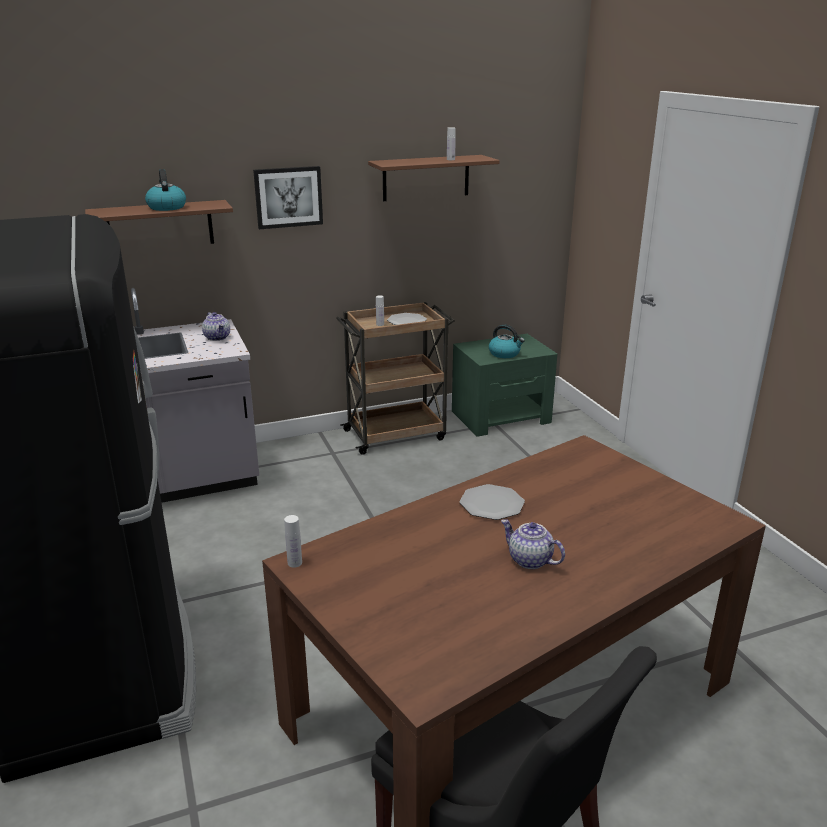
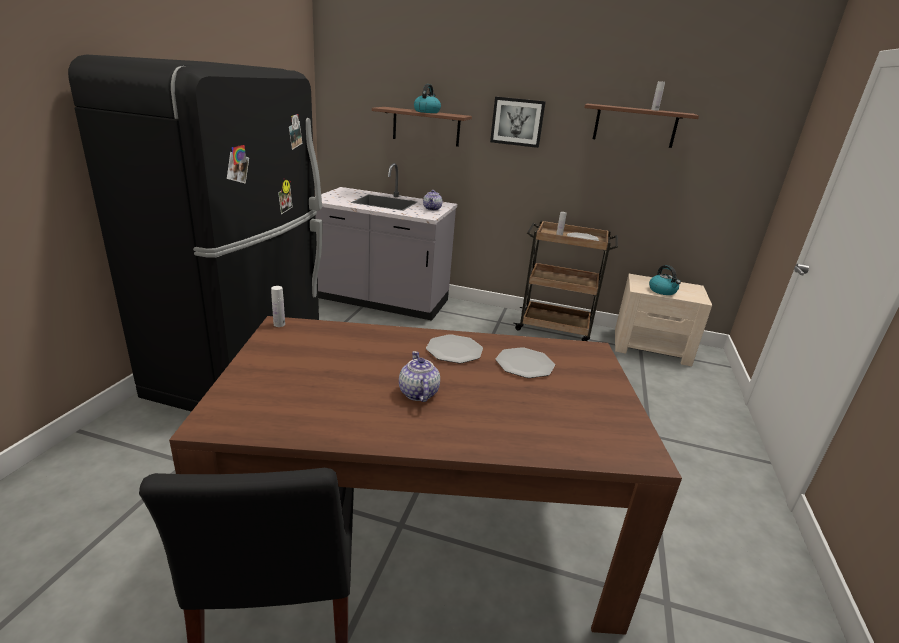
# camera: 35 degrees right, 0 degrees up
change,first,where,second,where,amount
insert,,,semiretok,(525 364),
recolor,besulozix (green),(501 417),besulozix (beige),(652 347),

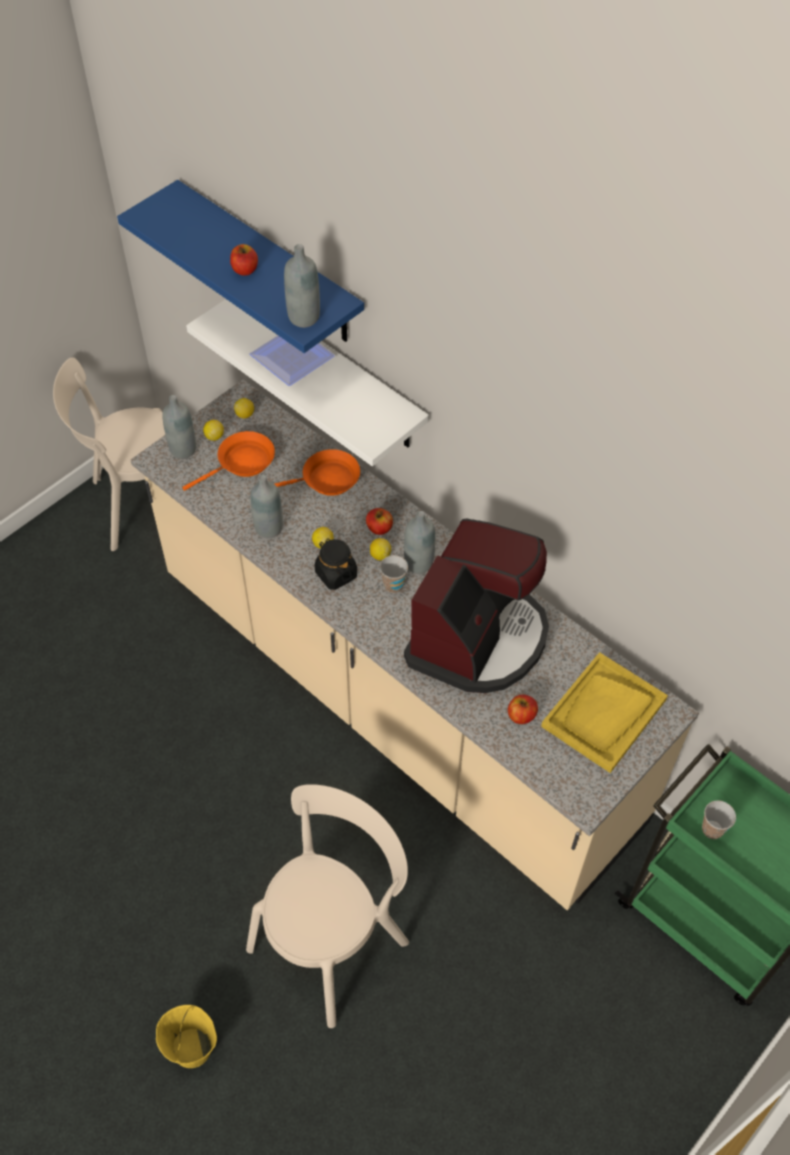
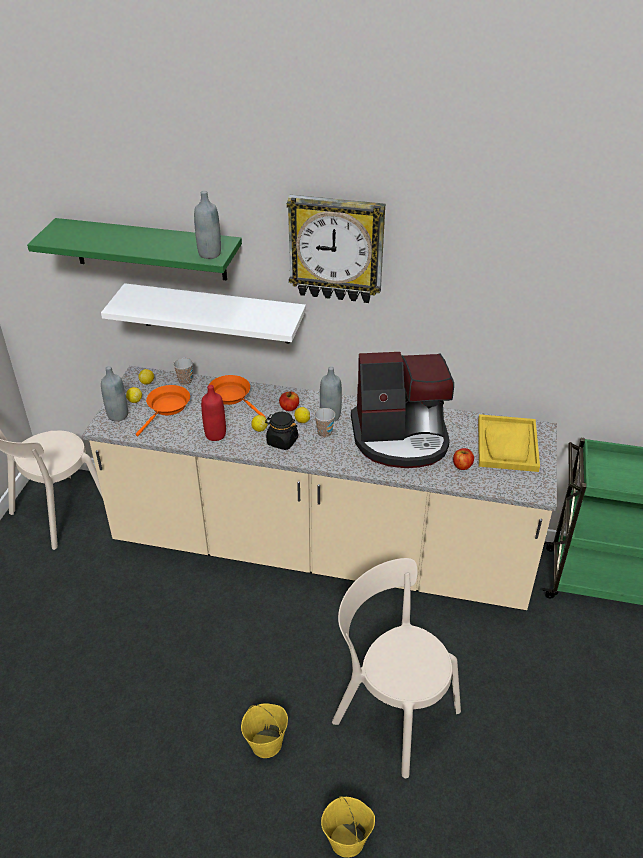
# camera: 30 degrees left, 15 degrees down
change,first,where,second,where,amount
delete,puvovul,(245 270),,,
delete,semiretok,(295 358),,,
insert,,,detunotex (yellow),(266 743),
insert,,,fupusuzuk,(336 249),
move,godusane,(712 829),,(185 381),
recolor,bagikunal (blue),(269 264),bagikunal (green),(149 249),
recolor,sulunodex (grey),(269 528),sulunodex (red),(215 435),
rotate,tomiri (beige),(333 939),,(391 712),60 degrees counterclockwise
rotate,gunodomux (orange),(326 480),,(232 396),90 degrees counterclockwise
rotate,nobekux,(478 638),,(401 438),90 degrees clockwise

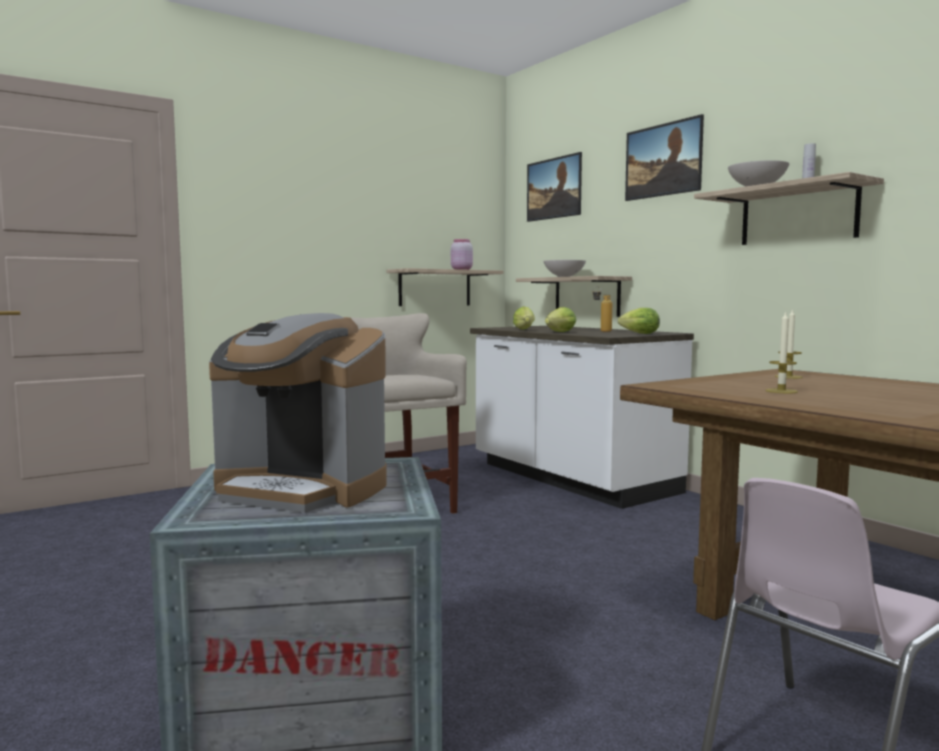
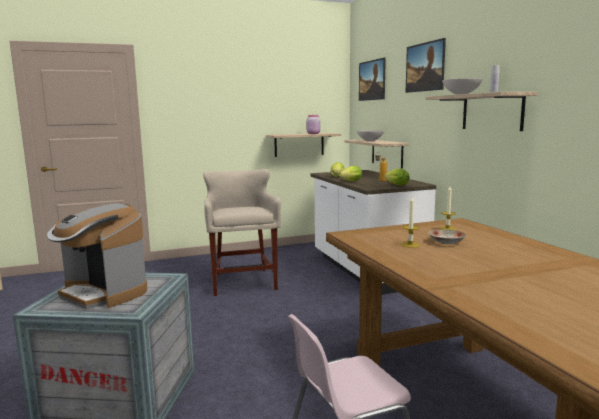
# camera: 15 degrees right, 5 degrees up
change,first,where,second,where,amount
insert,,,semiretok,(446 242),

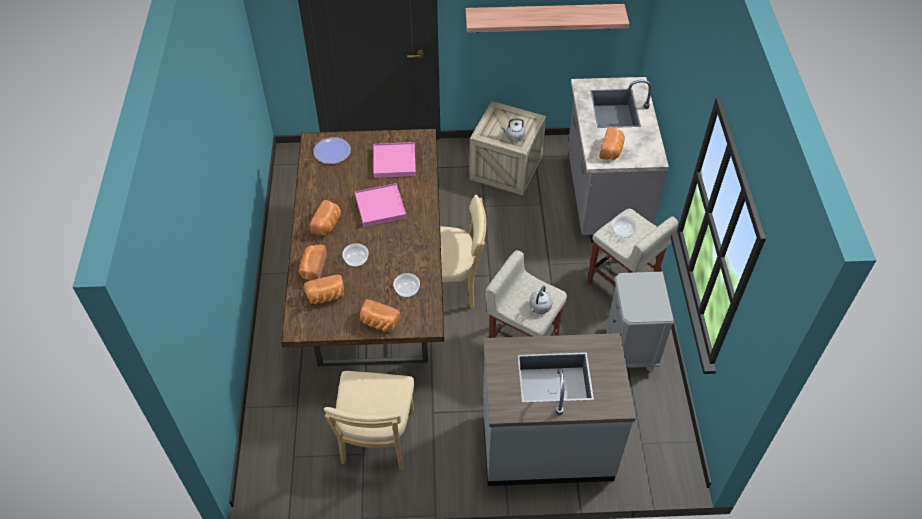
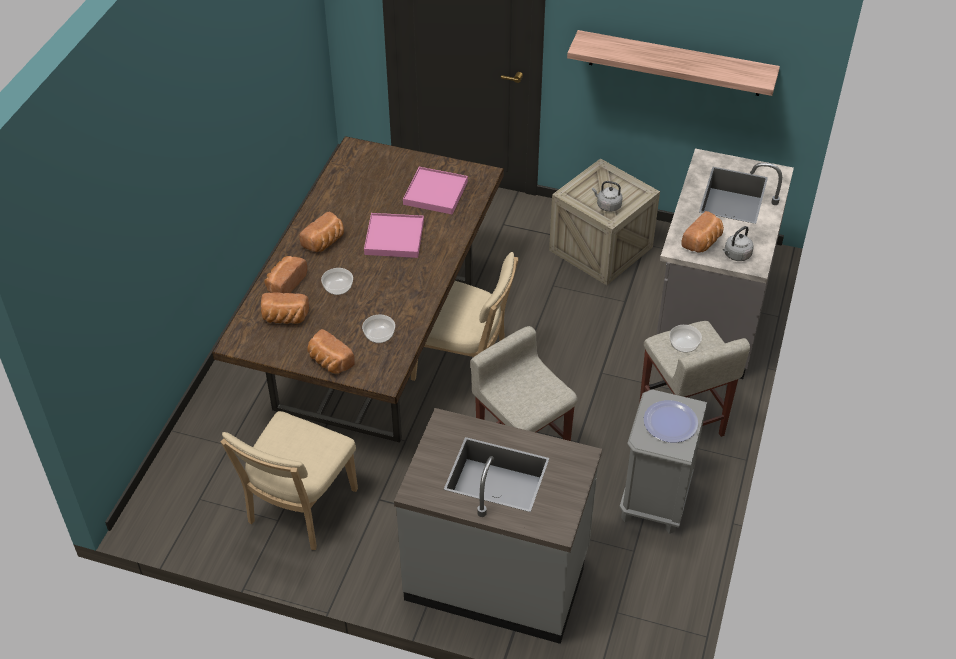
# camera: 20 degrees right, 5 degrees down
change,first,where,second,where,amount
move,semiretok,(332 151),,(670 422),
move,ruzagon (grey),(539 308),,(736 255),

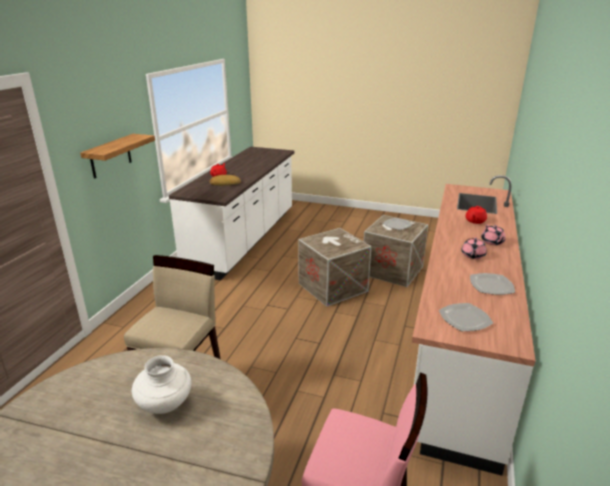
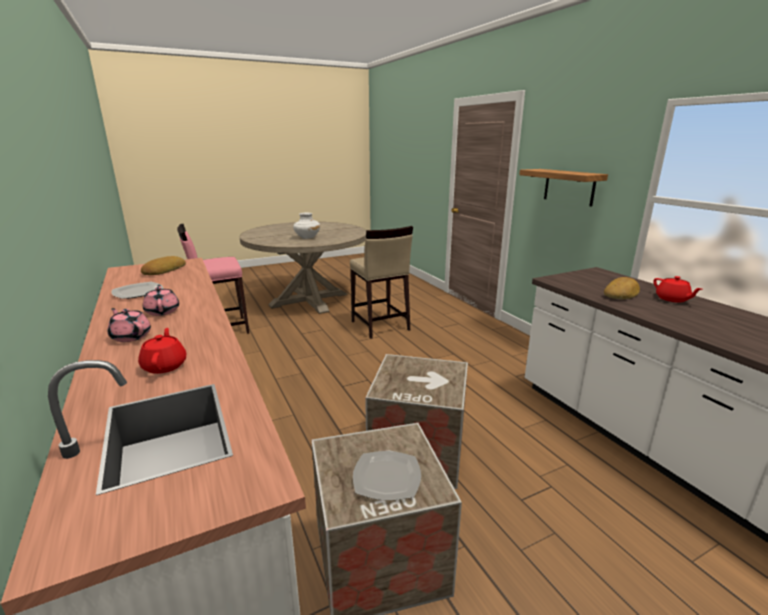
# camera: 135 degrees right, 5 degrees down
change,first,where,second,where,amount
replace,semiretok,(465 319),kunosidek,(163 270),

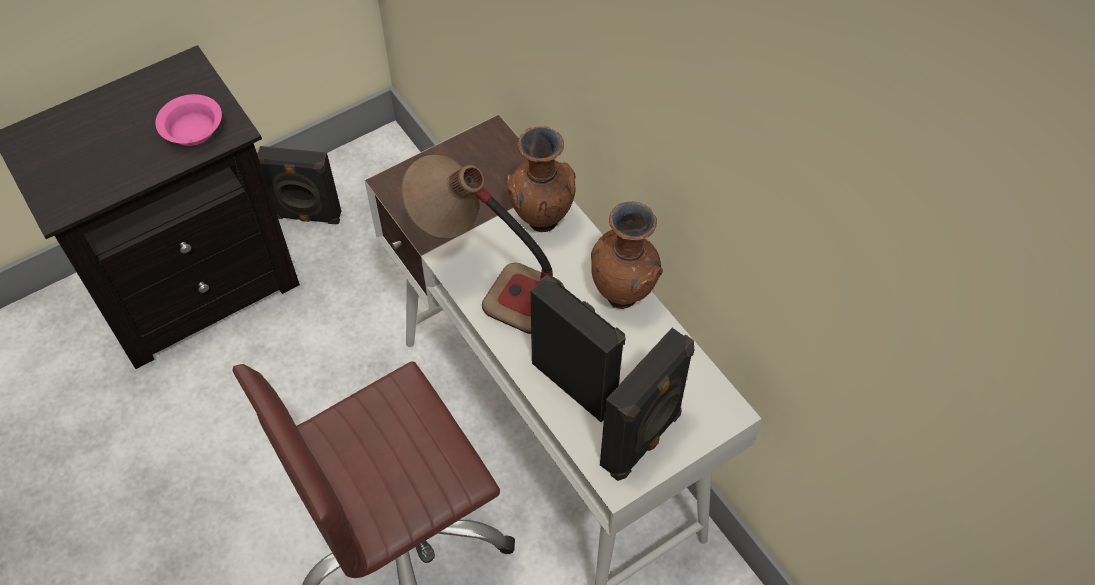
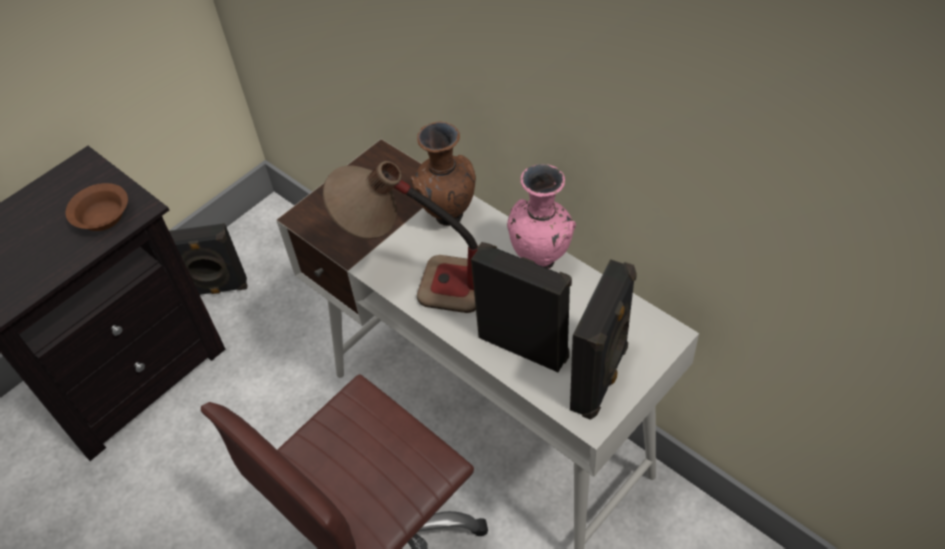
# camera: 10 degrees left, 5 degrees down
change,first,where,second,where,amount
recolor,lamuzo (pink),(195 130),lamuzo (brown),(104 216),
recolor,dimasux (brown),(624 297),dimasux (pink),(542 261),

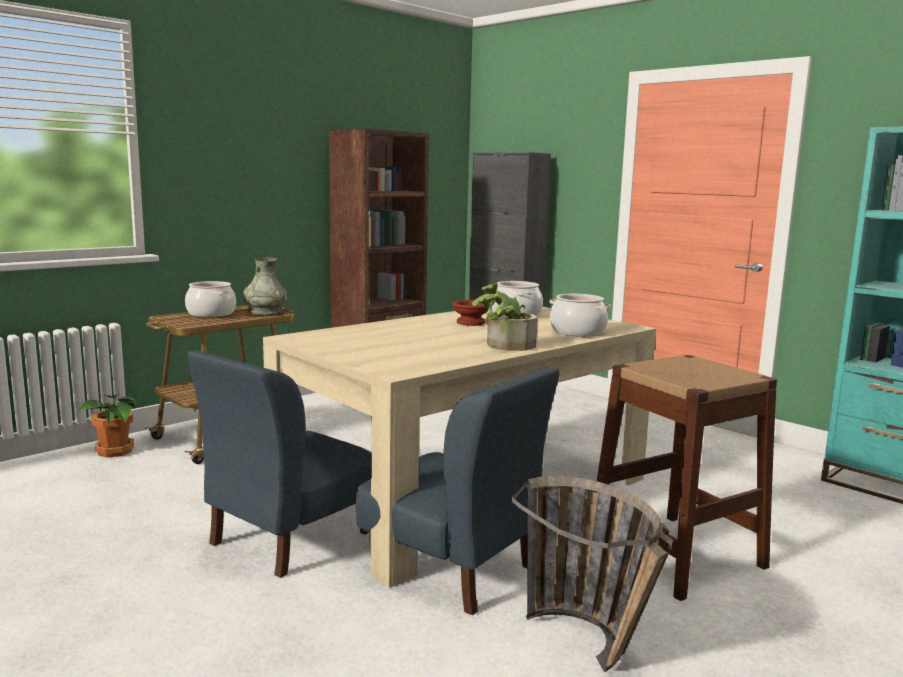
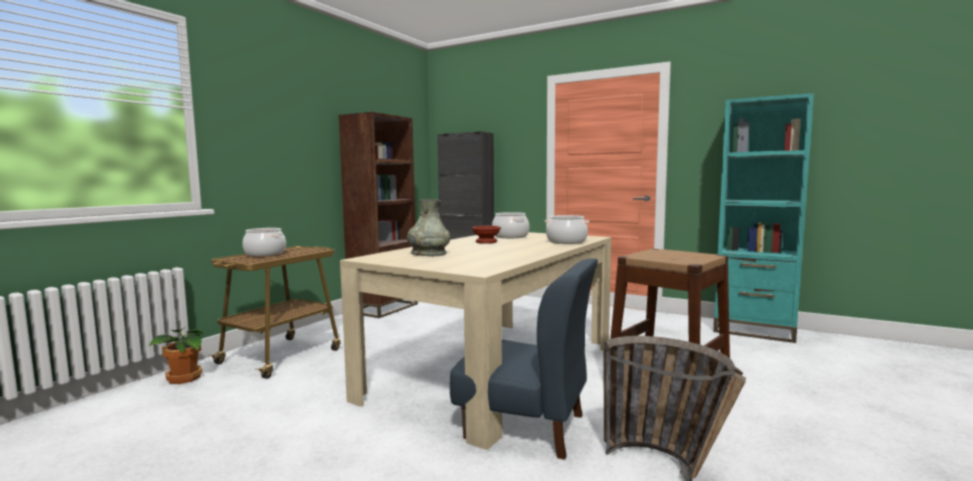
# camera: 15 degrees left, 5 degrees down
change,first,where,second,where,amount
delete,tomiri (blue),(289 538),,,
delete,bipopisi,(503 345),,,
move,dimasux (grey),(265 312),,(428 254),

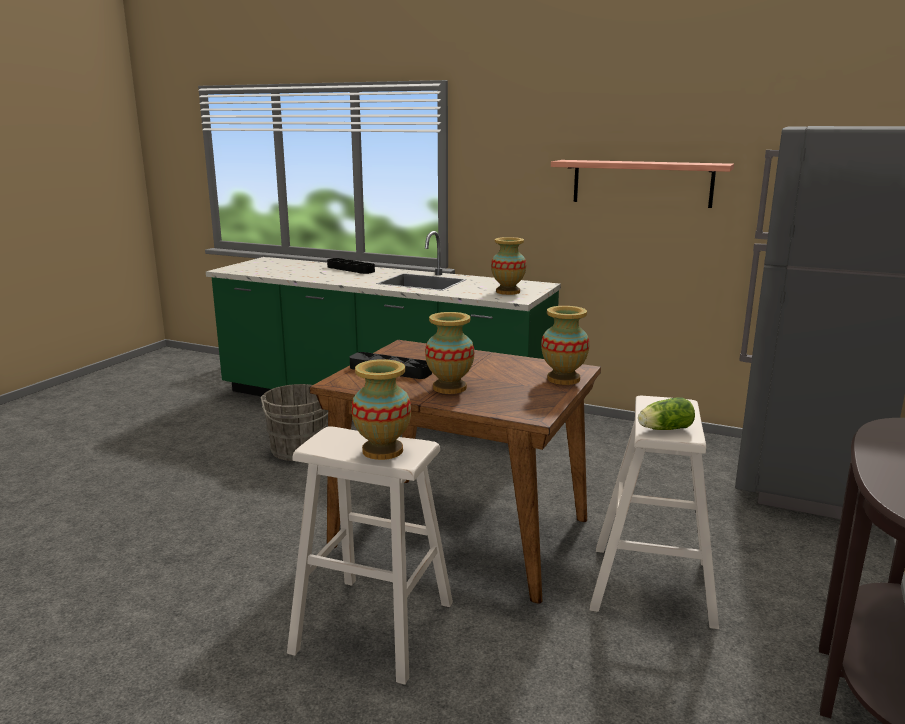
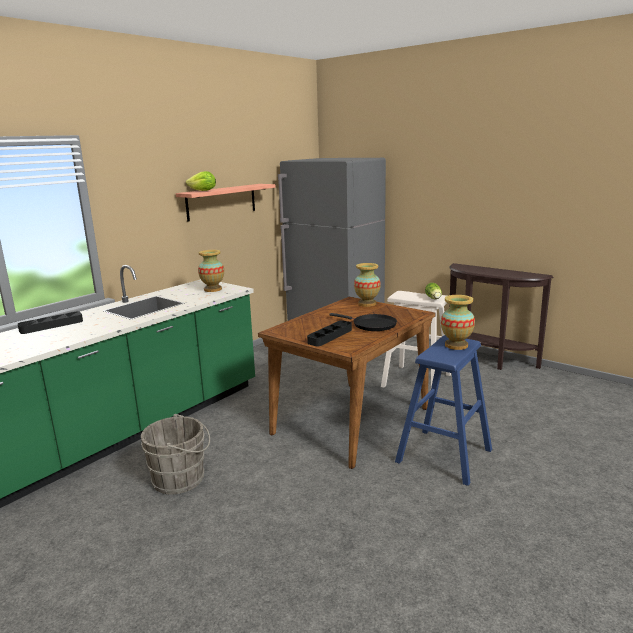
# camera: 75 degrees left, 0 degrees up
change,first,where,second,where,amount
insert,,,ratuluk,(203 191),
replace,dimasux,(449 388),gunodomux (black),(371 325),
recolor,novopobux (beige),(373 626),novopobux (blue),(444 456),

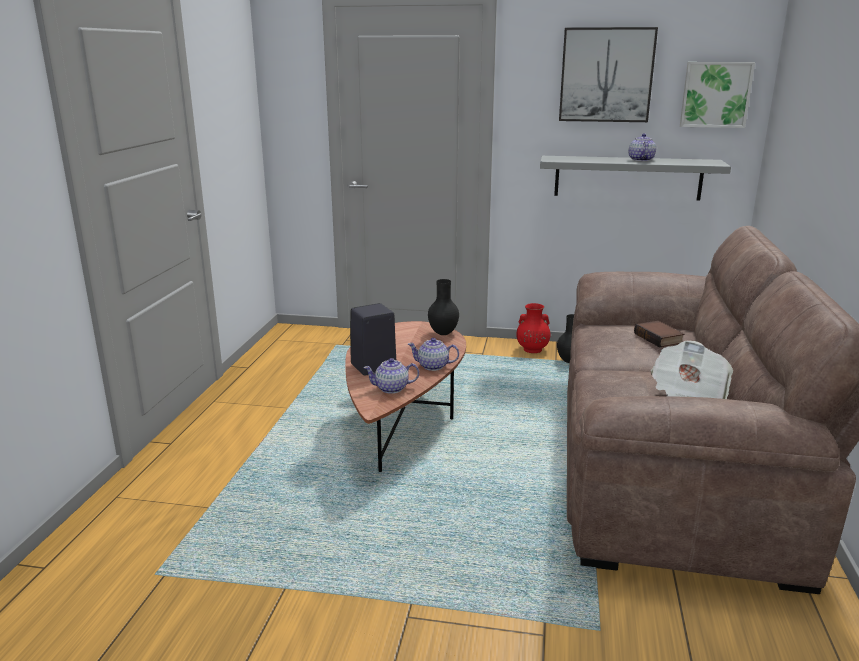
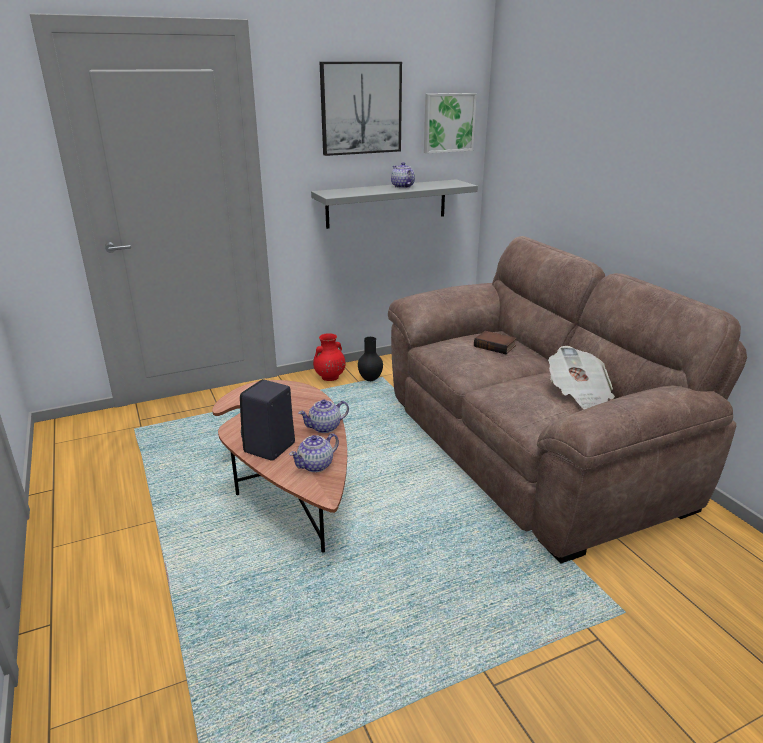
# camera: 35 degrees left, 5 degrees up
change,first,where,second,where,amount
delete,dimasux (black),(442 333),,,

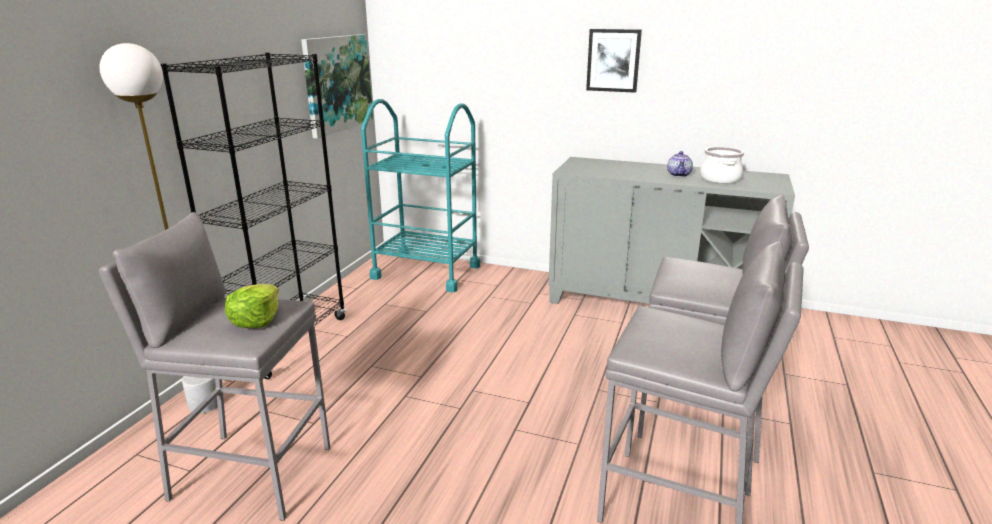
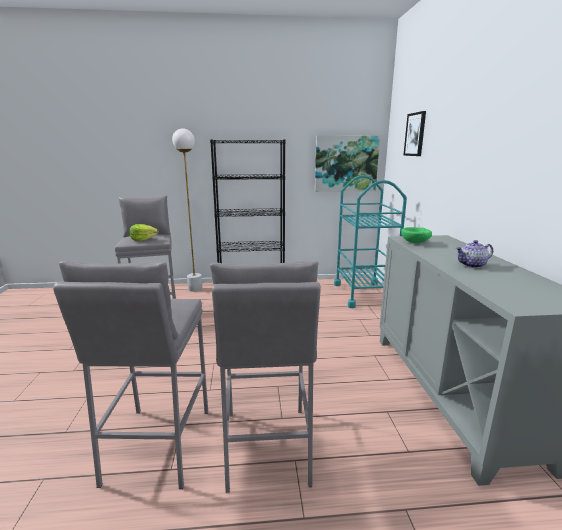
# camera: 65 degrees right, 5 degrees down
change,first,where,second,where,amount
delete,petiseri,(720 179),,,
insert,,,lamuzo (green),(415 243),
move,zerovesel,(613 60),,(415 134),

